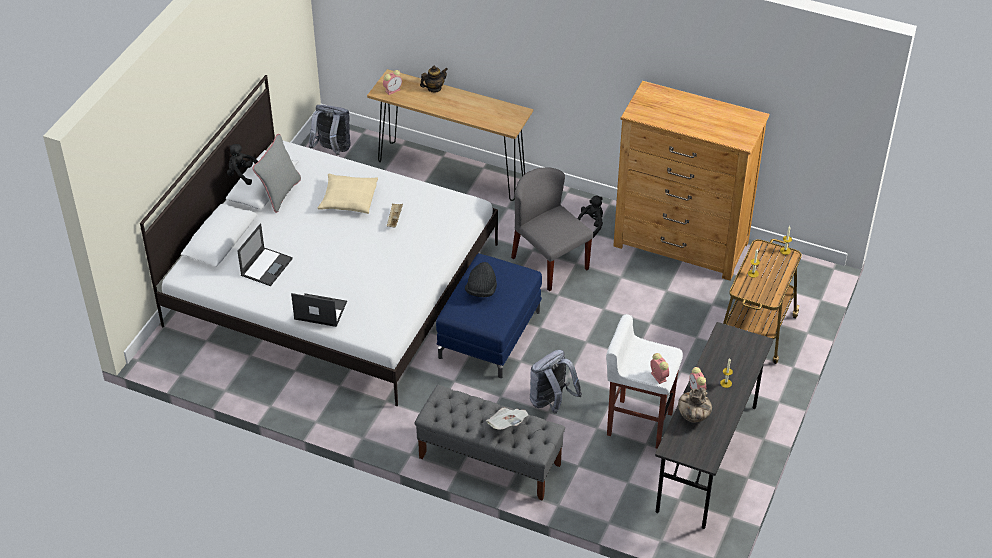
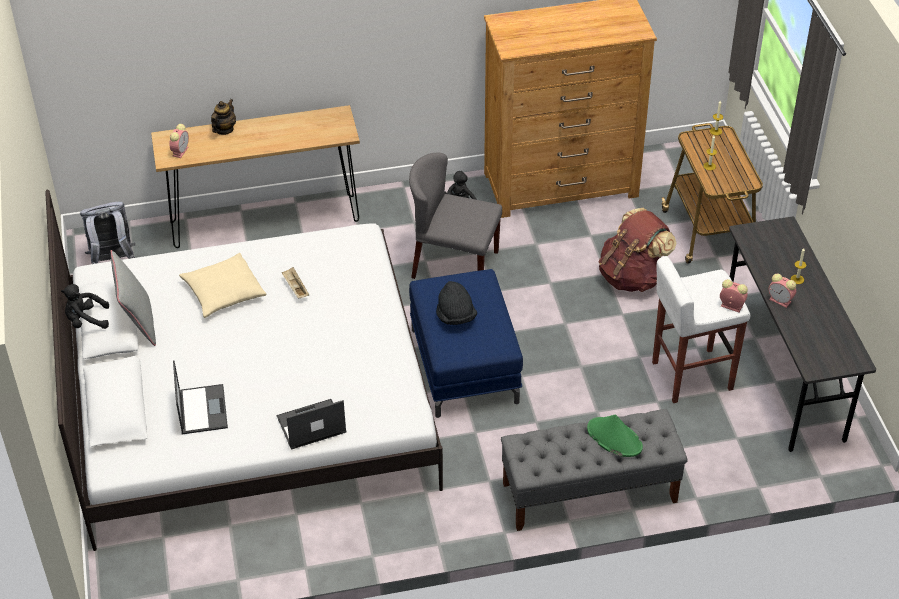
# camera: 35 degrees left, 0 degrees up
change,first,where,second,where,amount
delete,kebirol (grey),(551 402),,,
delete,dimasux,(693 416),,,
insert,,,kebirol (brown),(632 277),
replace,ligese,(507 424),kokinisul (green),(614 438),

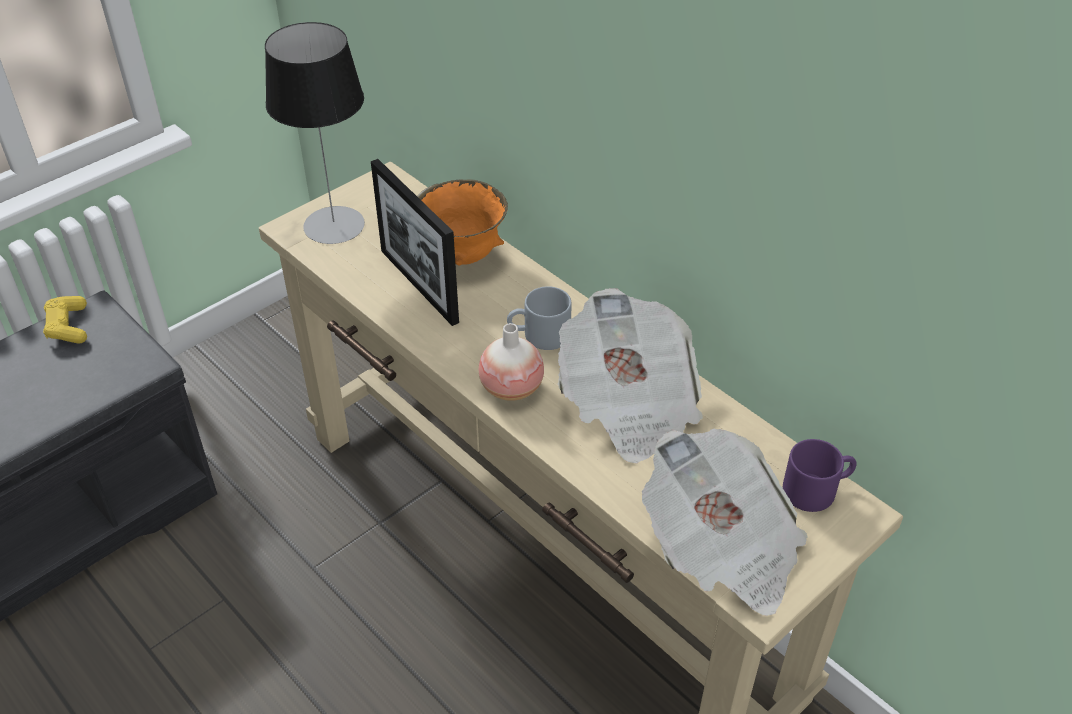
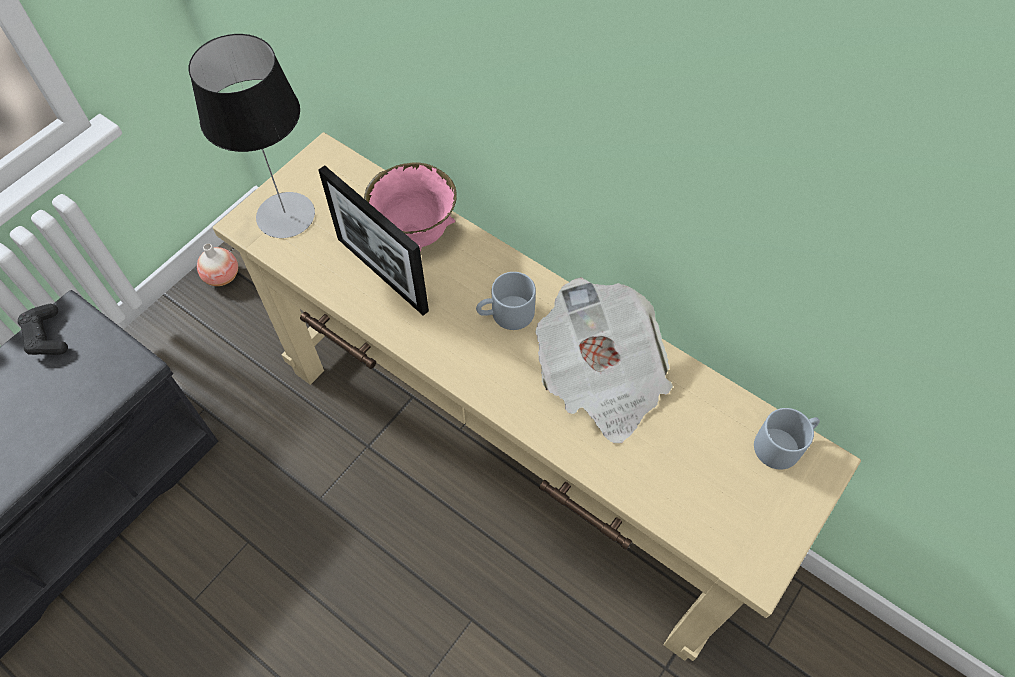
# camera: 10 degrees left, 15 degrees up
change,first,where,second,where,amount
delete,ligese,(721 547),,,
move,dimasux,(511 388),,(222 276),
recolor,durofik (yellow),(68 327),durofik (black),(46 336),
recolor,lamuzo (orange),(463 256),lamuzo (pink),(416 233),
recolor,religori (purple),(816 488),religori (grey),(783 443),

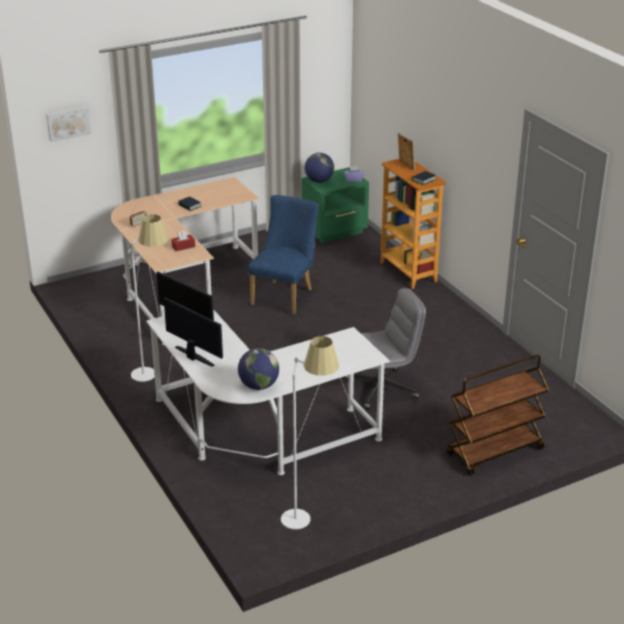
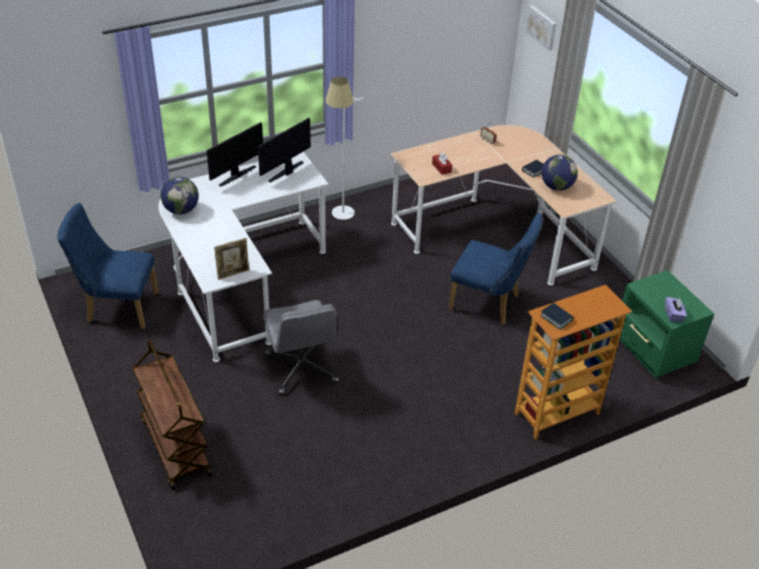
# camera: 90 degrees right, 10 degrees up
change,first,where,second,where,amount
move,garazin,(319 181),,(556 187),
move,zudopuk,(405 166),,(233 274),
replace,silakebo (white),(309 516),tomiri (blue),(117 307),

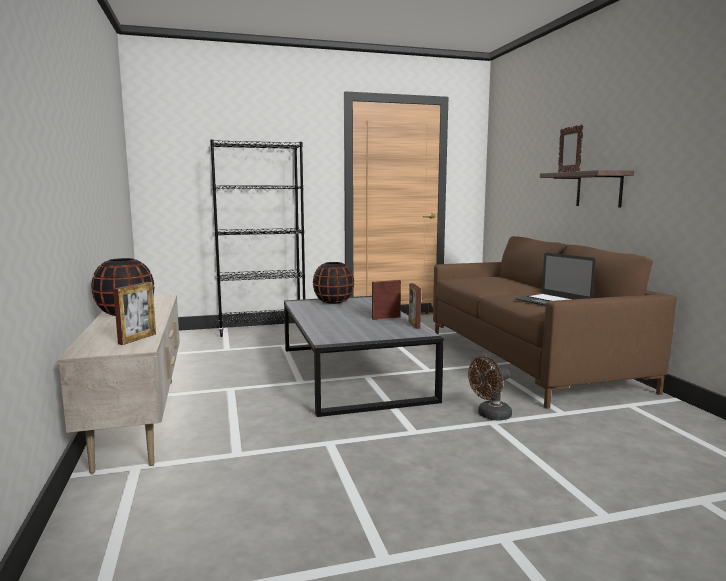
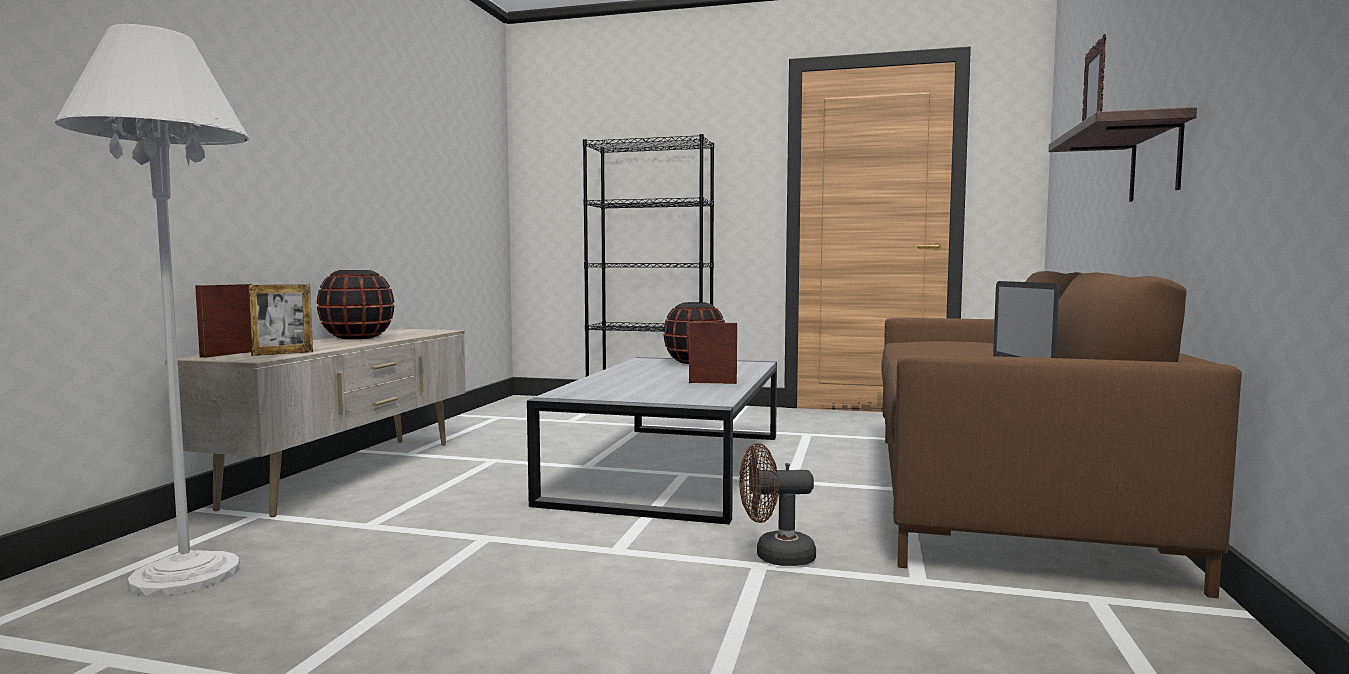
# camera: 30 degrees right, 5 degrees down
change,first,where,second,where,amount
insert,,,silakebo (white),(185 575),
move,zudopuk,(414 324),,(228 354),

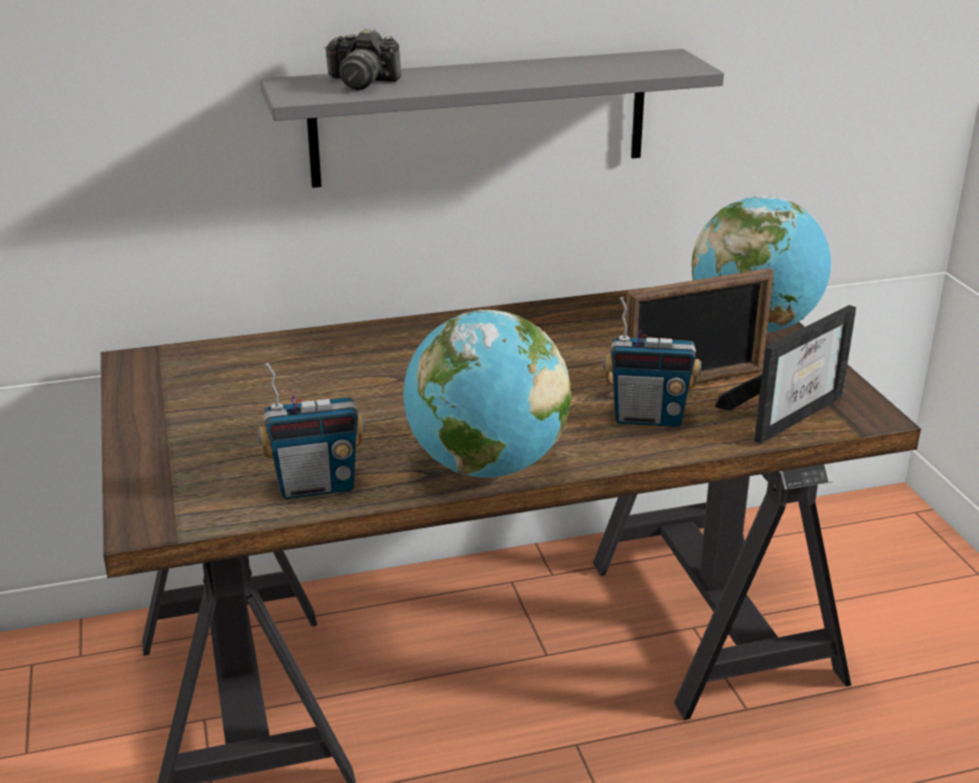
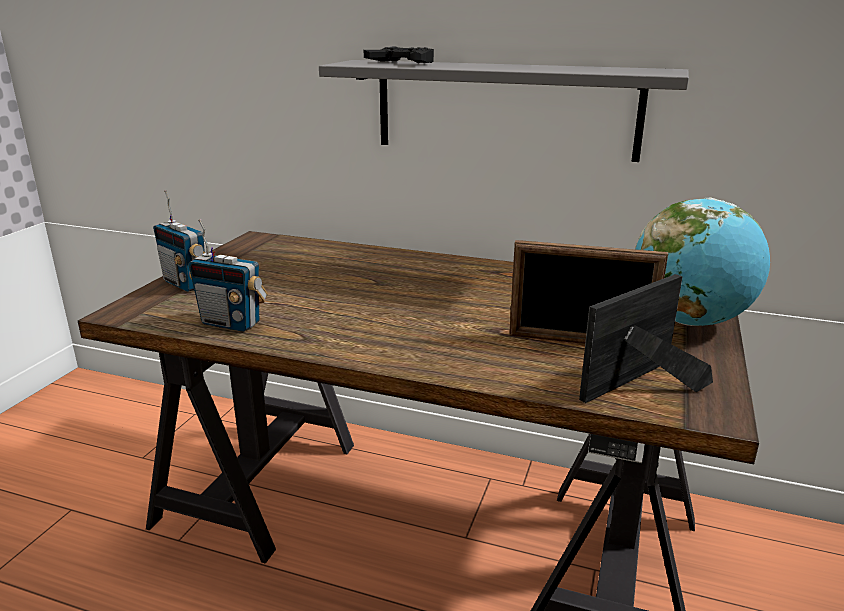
# camera: 35 degrees right, 5 degrees down
change,first,where,second,where,amount
delete,garazin,(485 466),,,
move,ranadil,(648 418),,(187 284),
replace,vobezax,(361 82),durofik (black),(401 63),
rotate,zudopuk,(789 412),,(635 387),150 degrees clockwise

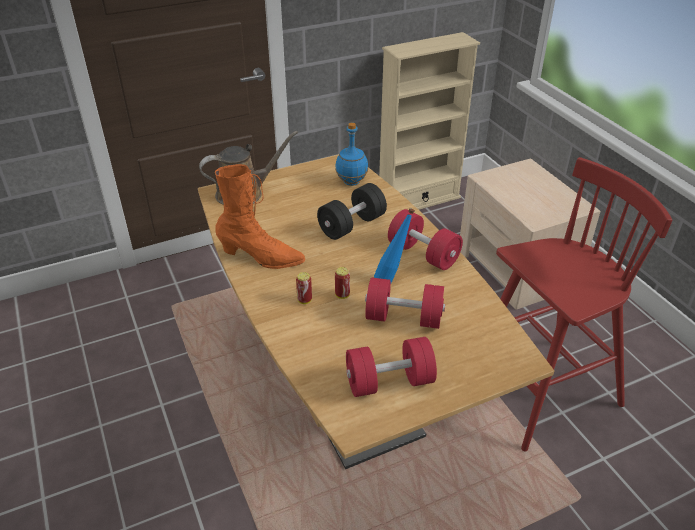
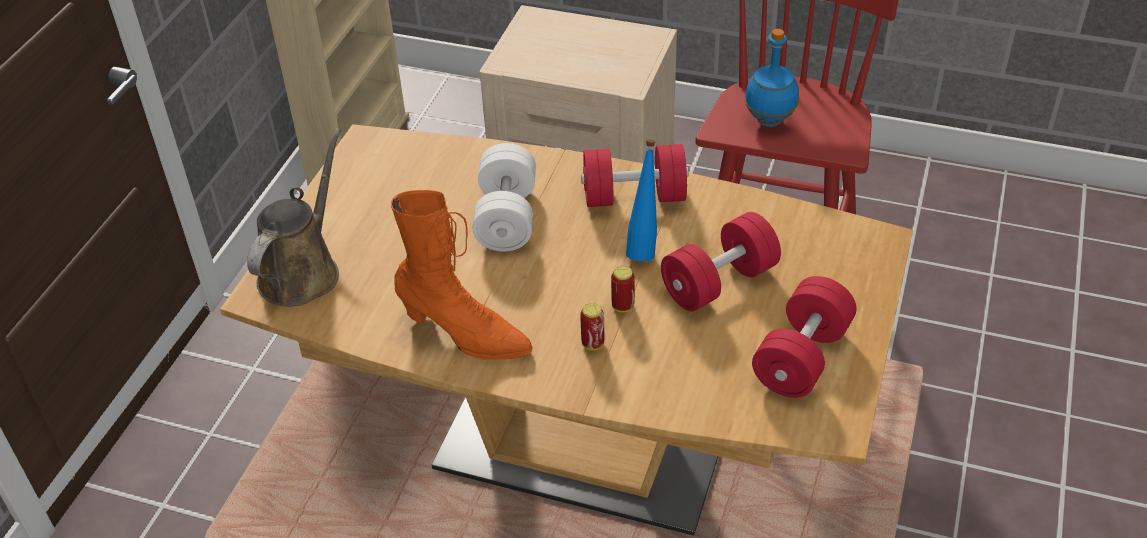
# camera: 45 degrees left, 5 degrees up
change,first,where,second,where,amount
move,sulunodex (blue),(351 182),,(769 120),
recolor,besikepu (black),(352 225),besikepu (white),(506 218),
rotate,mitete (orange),(261 258),,(464 335),60 degrees clockwise

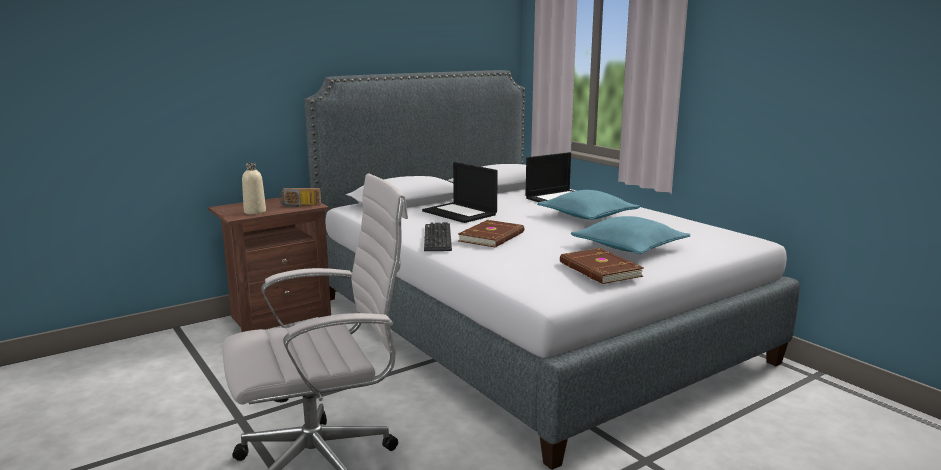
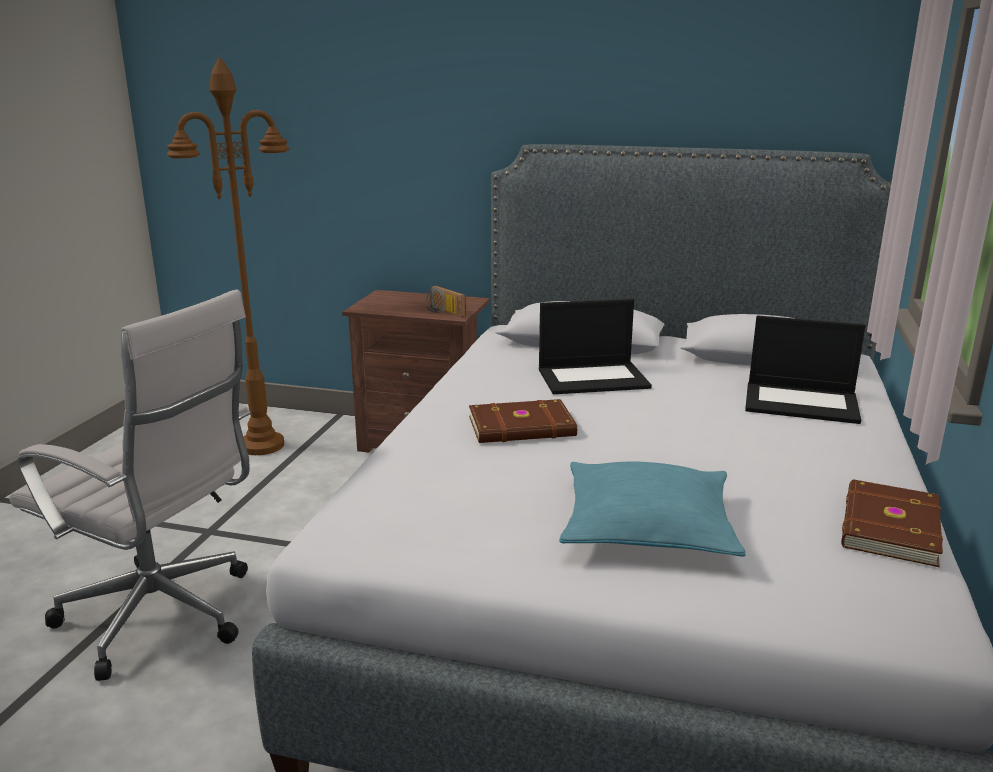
# camera: 50 degrees right, 5 degrees up
change,first,where,second,where,amount
delete,sulunodex (beige),(255 212),,,
delete,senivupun,(437 238),,,
delete,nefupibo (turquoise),(587 216),,,
insert,,,silakebo (brown),(262 445),
move,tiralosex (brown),(599 270),,(887 527),
rotate,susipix,(460 213),,(593 378),105 degrees counterclockwise

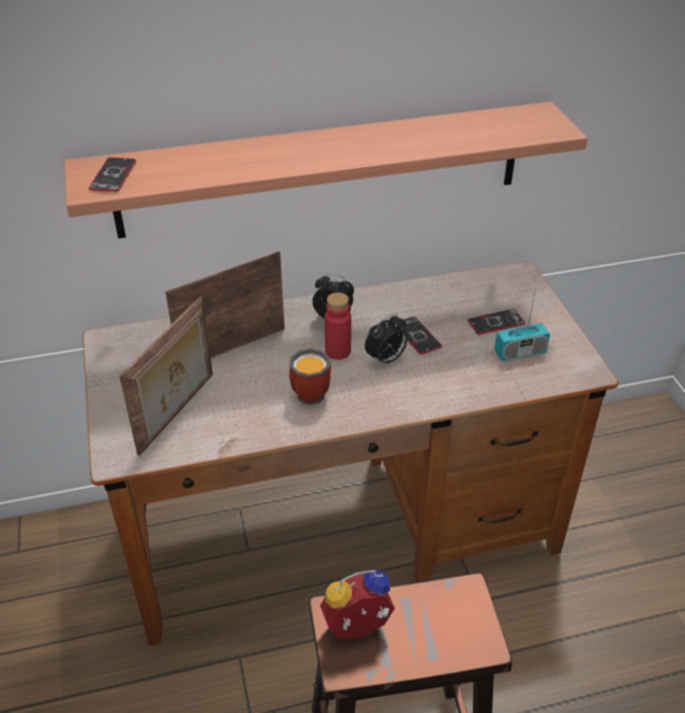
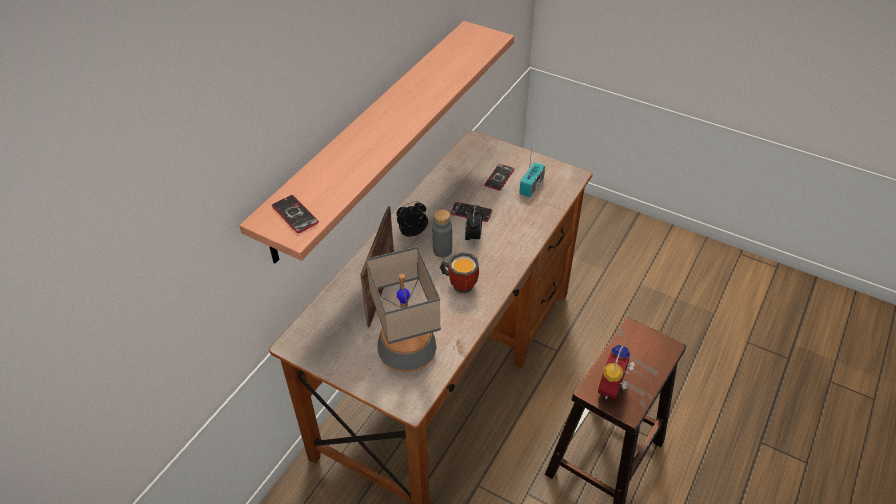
# camera: 45 degrees left, 5 degrees up
change,first,where,second,where,amount
replace,zudopuk,(178 413),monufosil,(407 351),
recolor,sulunodex (red),(338 351),sulunodex (grey),(442 250),

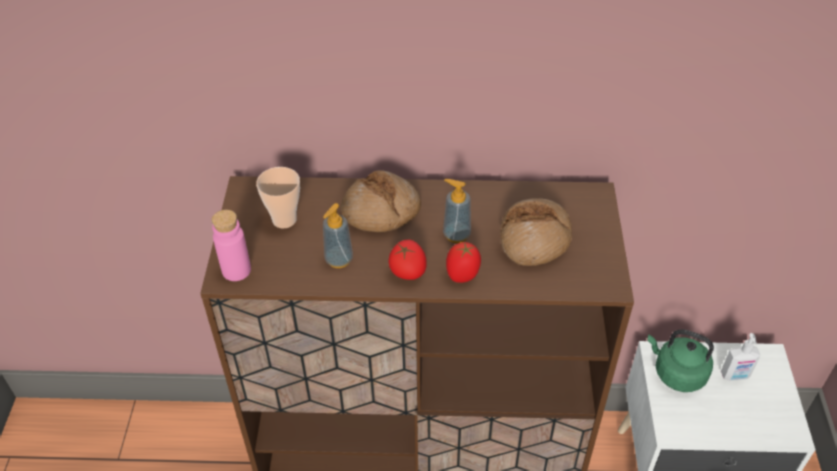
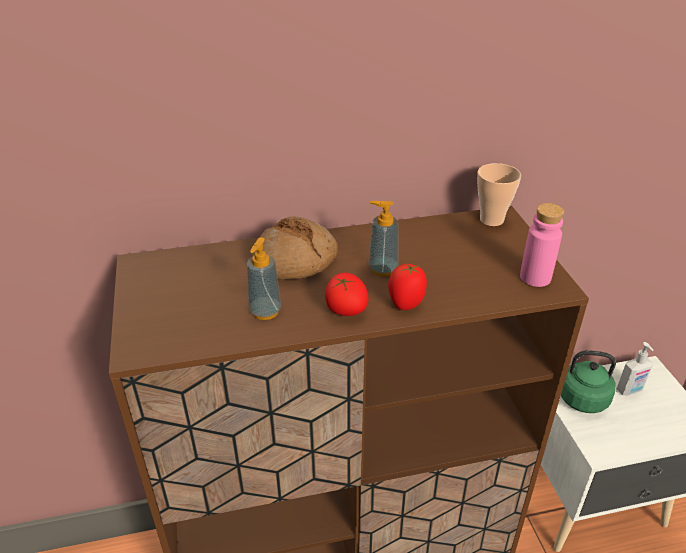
# camera: 15 degrees left, 10 degrees down
change,first,where,second,where,amount
delete,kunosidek,(534 239),,,
move,sulunodex (pink),(236 270),,(535 277),
move,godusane,(284 220),,(491 220),

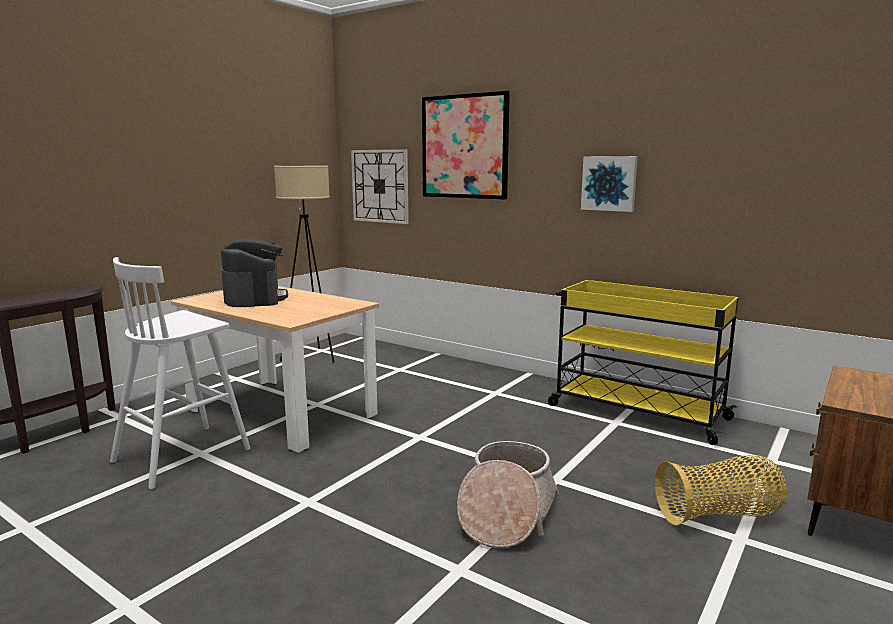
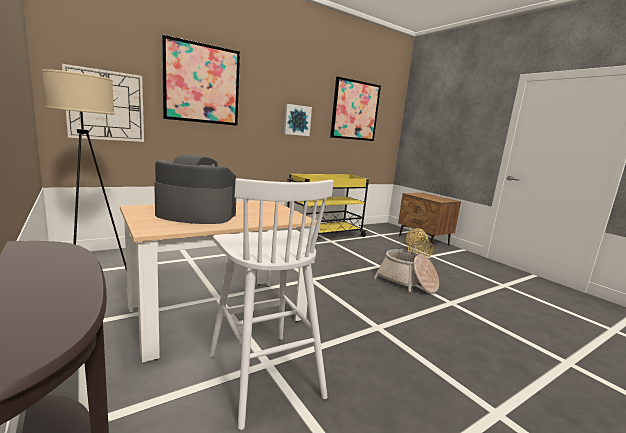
# camera: 70 degrees left, 0 degrees up
change,first,where,second,where,amount
insert,,,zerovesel,(355 110),

